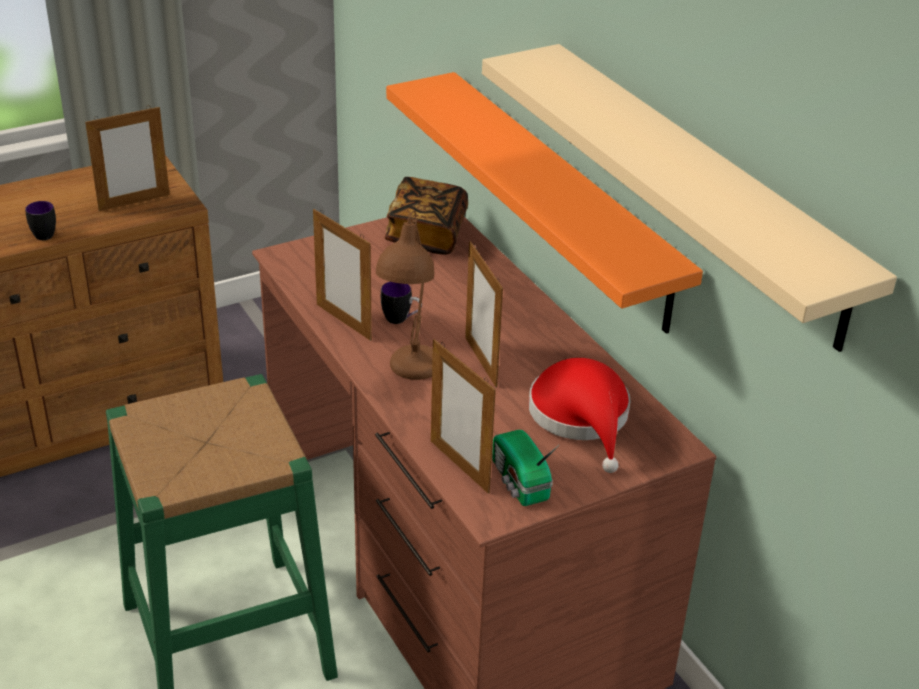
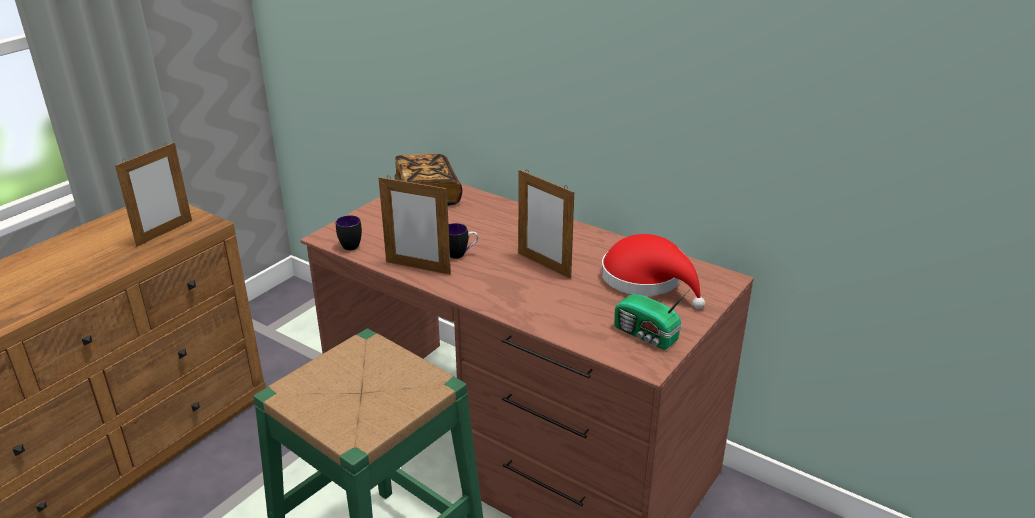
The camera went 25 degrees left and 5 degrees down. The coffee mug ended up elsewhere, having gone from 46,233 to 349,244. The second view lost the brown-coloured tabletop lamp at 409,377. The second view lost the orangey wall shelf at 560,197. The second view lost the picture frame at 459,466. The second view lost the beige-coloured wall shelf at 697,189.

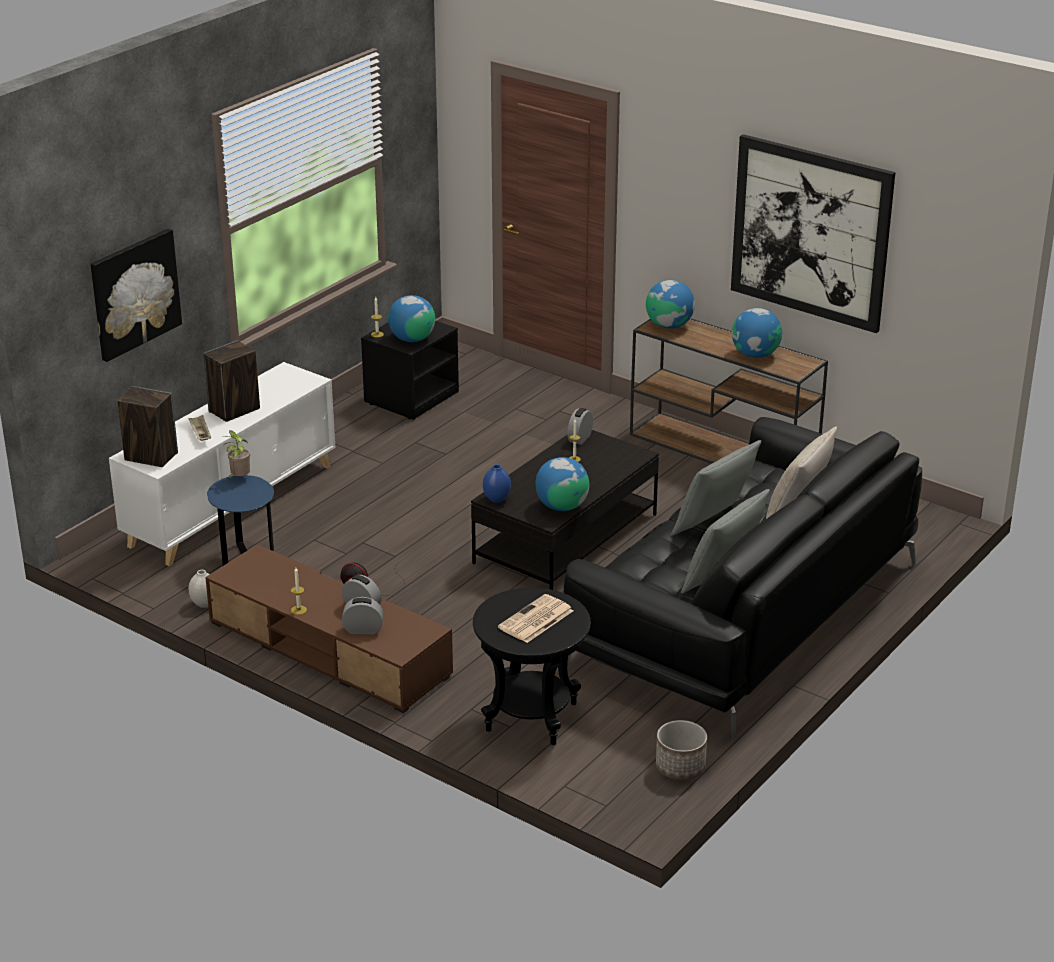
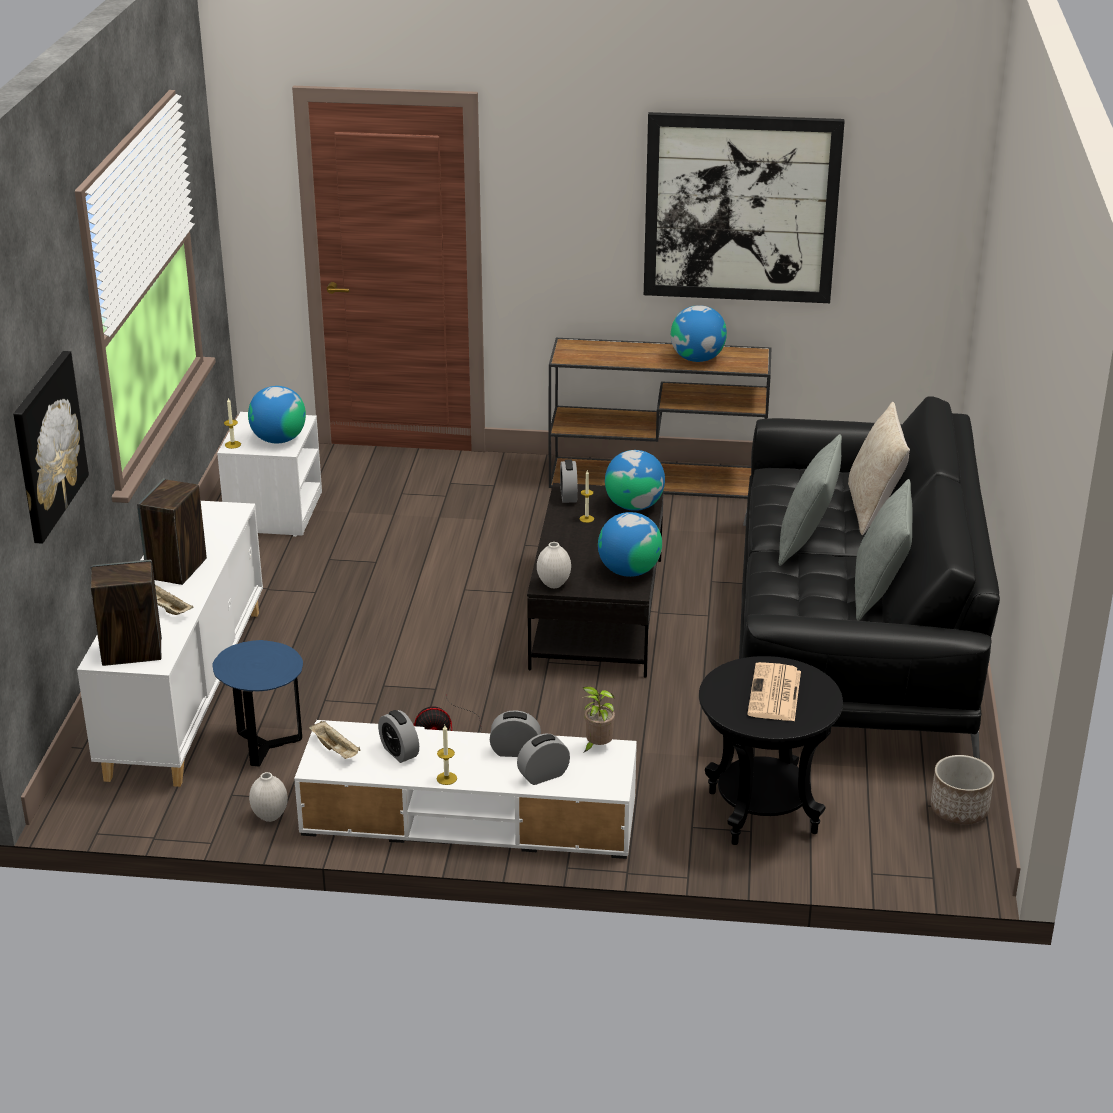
The camera went 30 degrees left and 0 degrees up. What was the brown-coloured tv stand at 329,649 turned into the white-coloured tv stand at 469,816. The potted plant ended up elsewhere, having gone from 239,478 to 597,747. What was the blackish nightstand at 411,397 turned into the white-coloured nightstand at 273,512. What was the bluish decorative vase at 496,499 turned into the white-coloured decorative vase at 553,584. The globe ended up elsewhere, having gone from 669,325 to 634,506. The second view gained the beige-coloured tray at 336,750. The second view gained the table clock at 399,752.

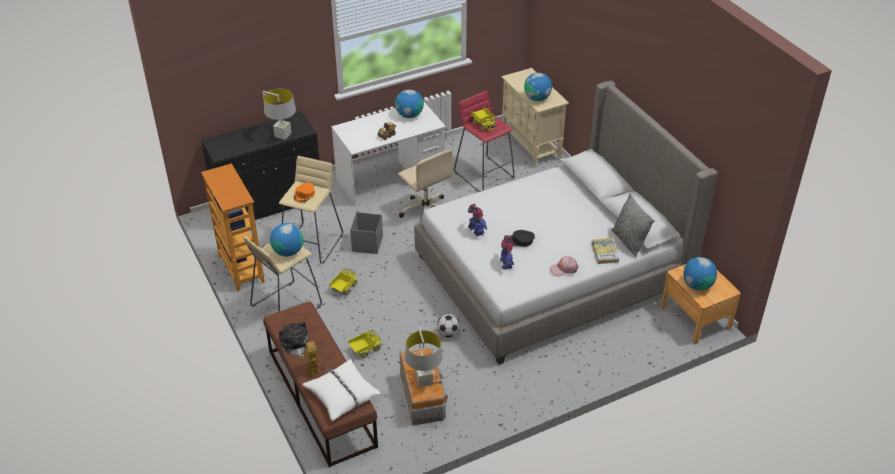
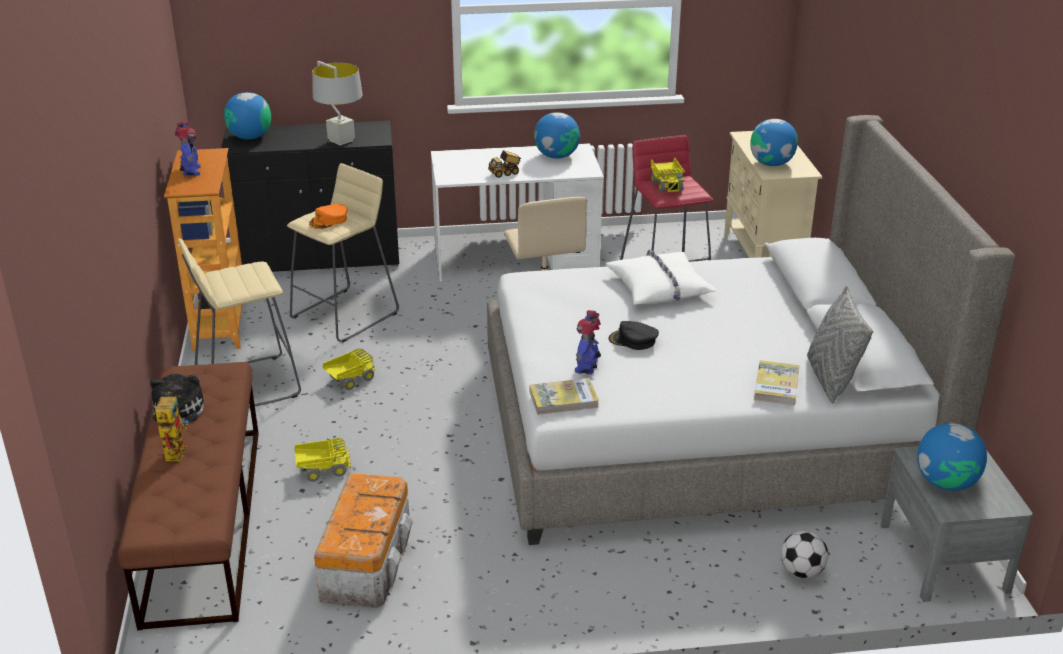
The camera went 20 degrees right and 10 degrees down. The globe ended up elsewhere, having gone from 288,251 to 250,137. The white-coloured cushion ended up elsewhere, having gone from 342,394 to 659,287. The second view lost the greyish storage container at 367,243. The second view lost the greyish tabletop lamp at 424,380. The football ball ended up elsewhere, having gone from 448,333 to 801,572. The robot figure ended up elsewhere, having gone from 476,231 to 191,171. The second view lost the pink baseball cap at 564,269. What was the brown-coloured nightstand at 695,317 turned into the greyish nightstand at 943,557. The second view gained the book at 563,399.

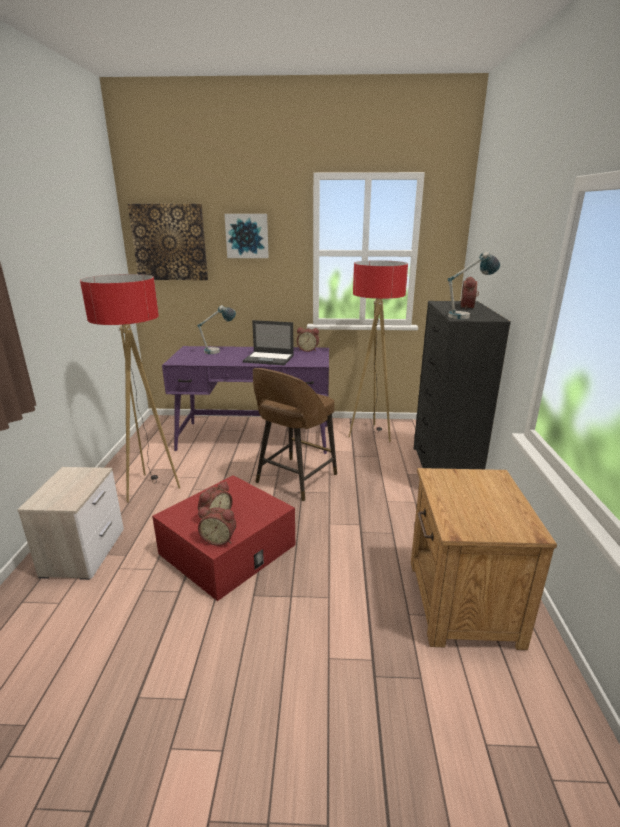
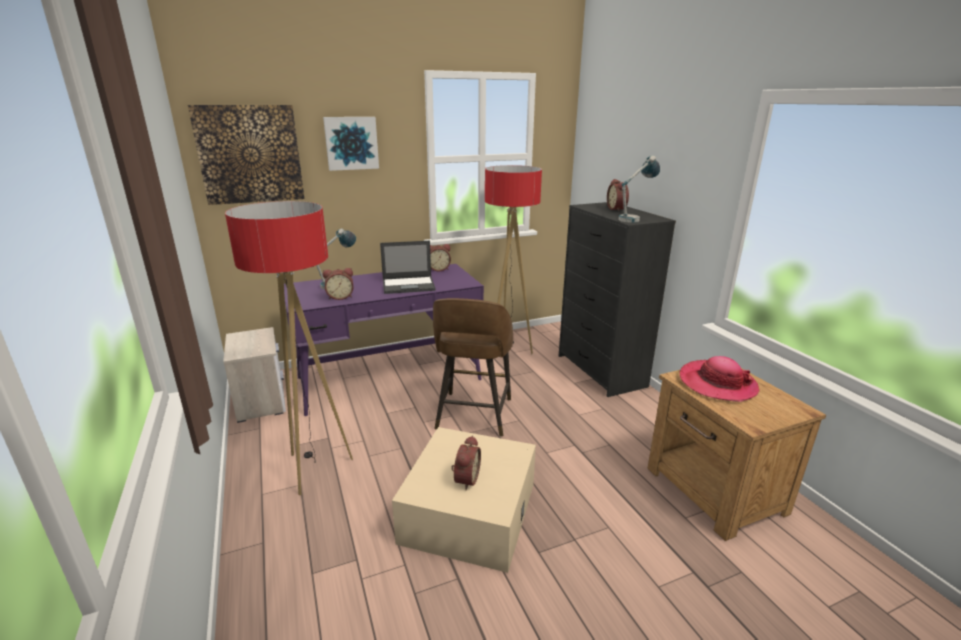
The camera went 25 degrees left and 0 degrees up. The nightstand ended up elsewhere, having gone from 85,552 to 261,401. What was the red storage container at 227,549 turned into the beige-coloured storage container at 469,512. The table clock ended up elsewhere, having gone from 219,539 to 340,297. The second view gained the hat at 717,383.

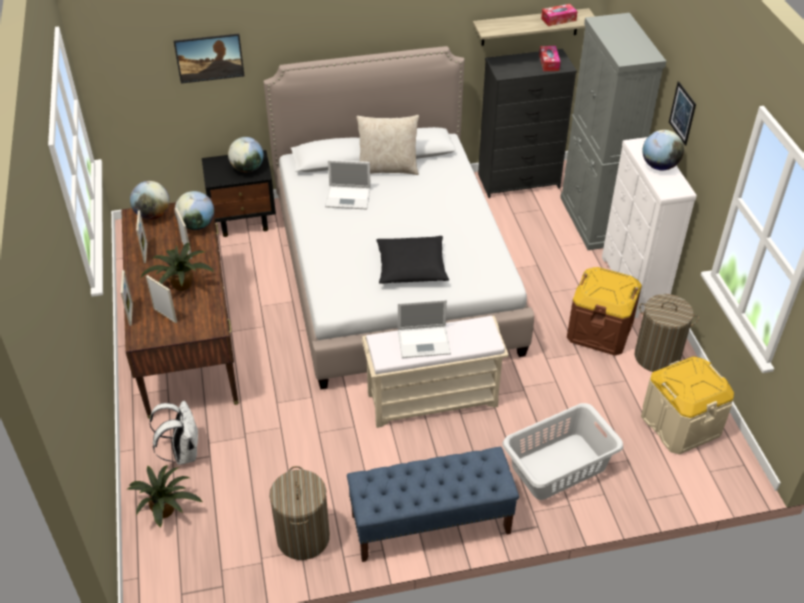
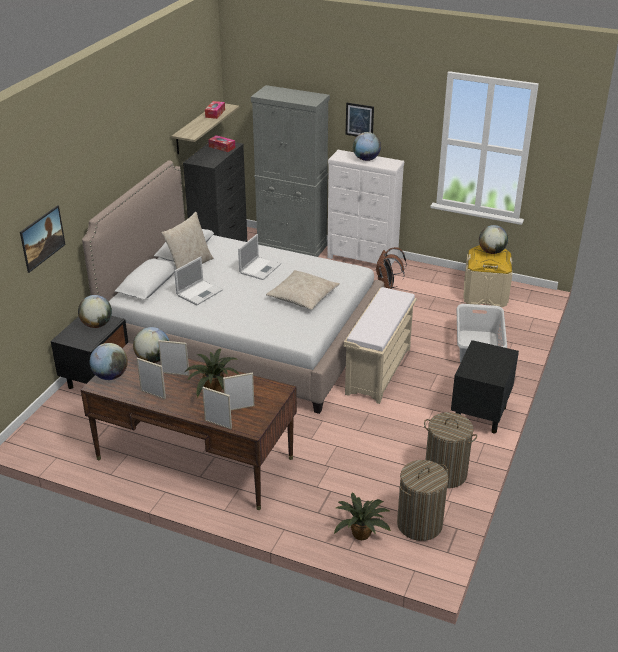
The camera went 55 degrees left and 10 degrees down. The second view lost the white-coloured knapsack at 183,453. Where the bluish indoor bench stood at 430,524, the blackish nightstand came to stand at 480,415. What was the blackish cushion at 411,267 turned into the beige-coloured cushion at 303,296. The portable computer ended up elsewhere, having gone from 425,342 to 260,268. Where the brown-coloured storage container stood at 599,331, the brown-coloured knapsack came to stand at 387,286. The hamper ended up elsewhere, having gone from 657,357 to 419,524. The second view gained the globe at 491,252.

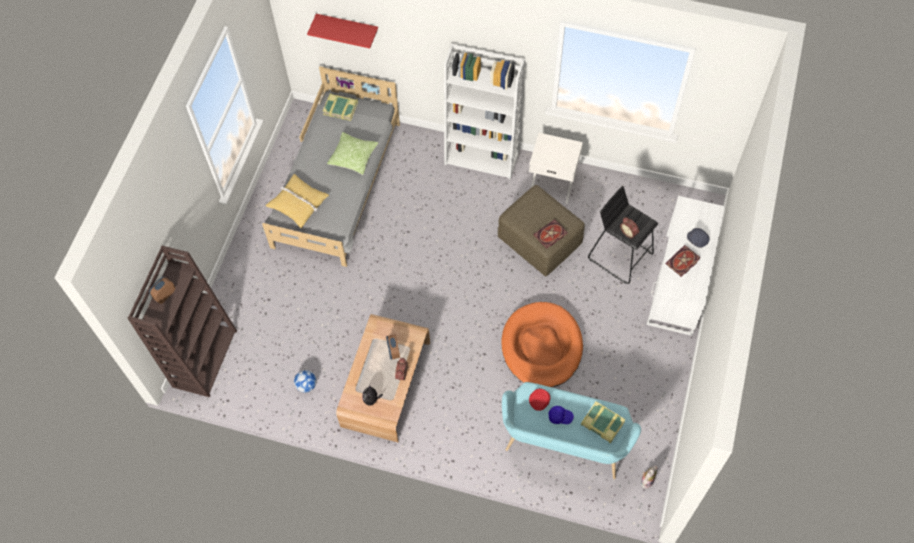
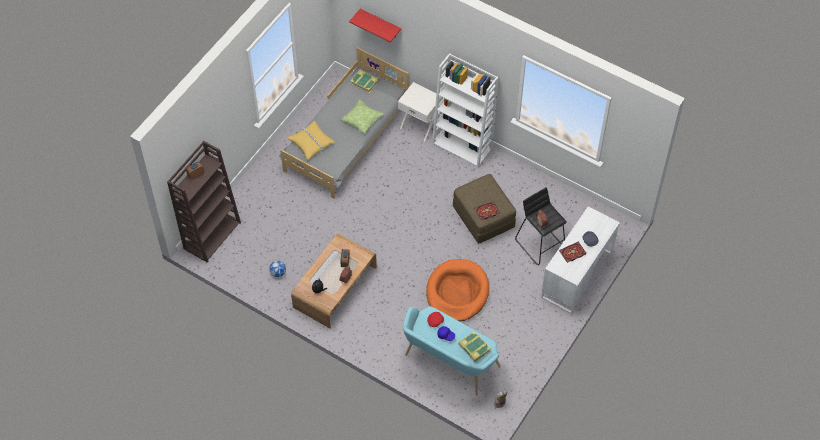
The camera went 15 degrees right and 5 degrees down. The white-coloured nightstand ended up elsewhere, having gone from 552,184 to 420,125.

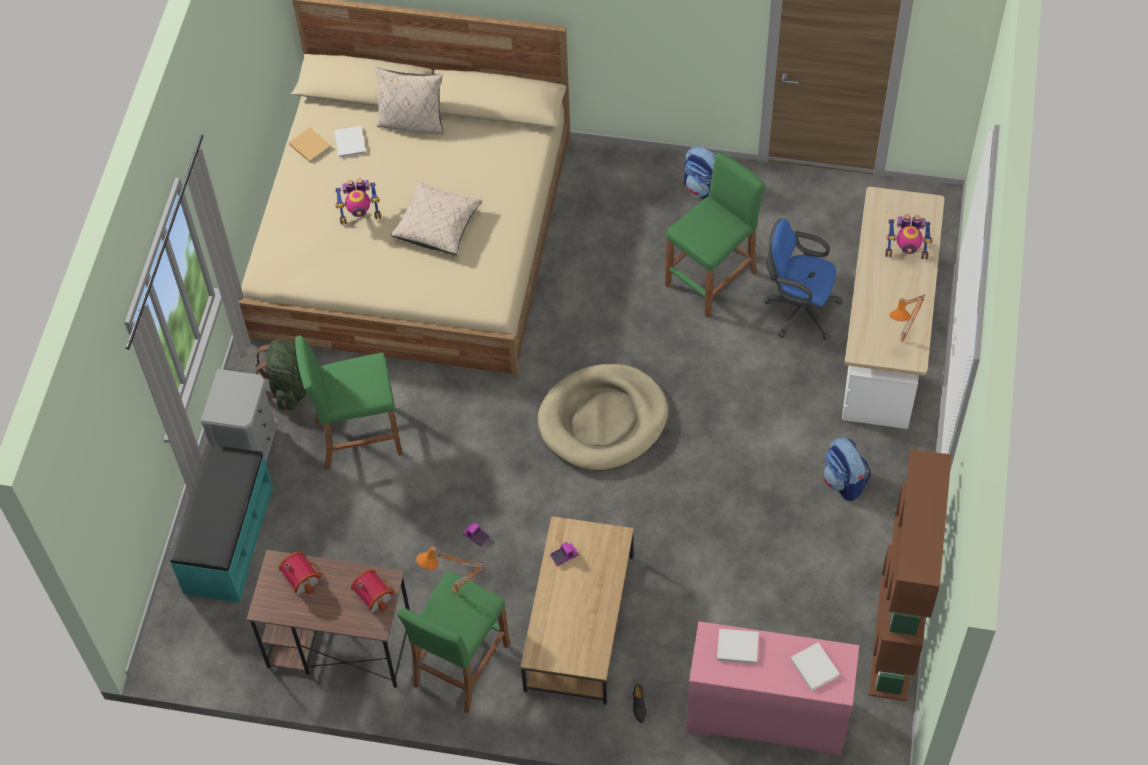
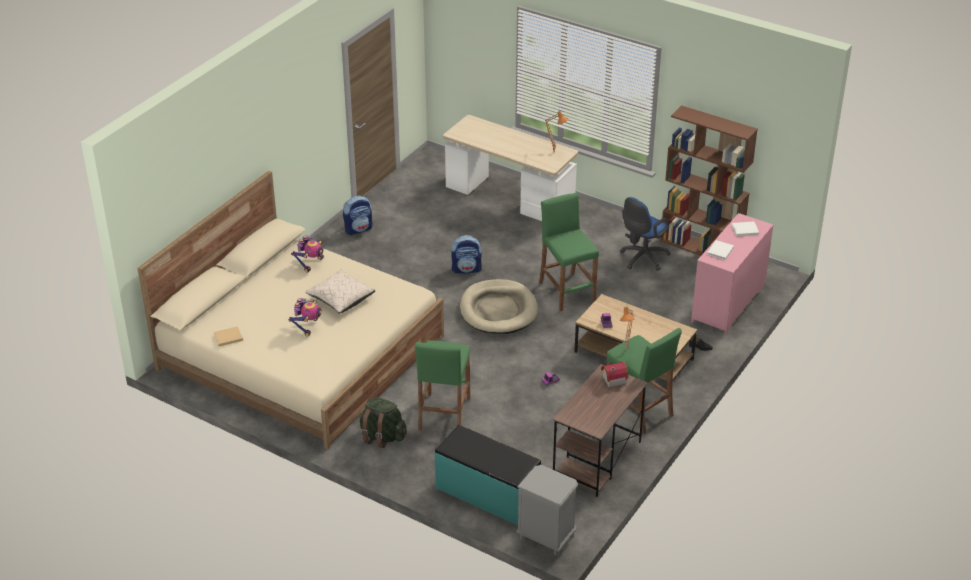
The camera went 70 degrees left and 20 degrees down. The greyish nightstand ended up elsewhere, having gone from 249,448 to 546,537. The second view lost the toy house at 303,577. The second view lost the white-coloured book at 350,144. The second view lost the beige-coloured cushion at 411,123. The greenish stool seat ended up elsewhere, having gone from 712,279 to 566,291. The bluish office chair ended up elsewhere, having gone from 798,310 to 642,258. The knapsack ended up elsewhere, having gone from 844,482 to 466,269. The robot figure ended up elsewhere, having gone from 906,251 to 310,263.

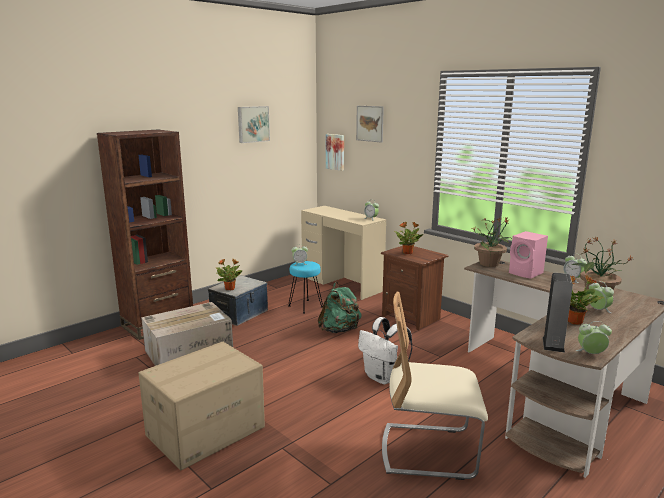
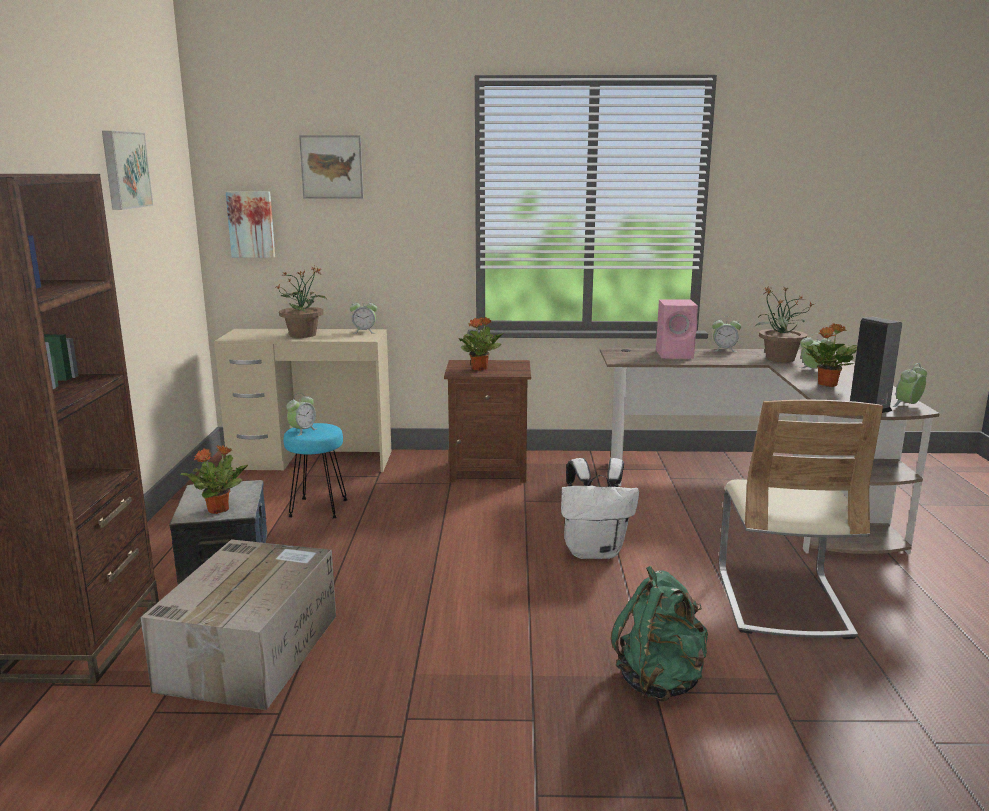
The camera went 45 degrees left and 0 degrees up. The second view lost the packing box at 205,431. The greenish knapsack ended up elsewhere, having gone from 339,330 to 660,681. The beige-coloured plain chair at 428,451 ended up facing another way, 45 degrees counterclockwise from before. The potted plant ended up elsewhere, having gone from 489,264 to 303,335.

